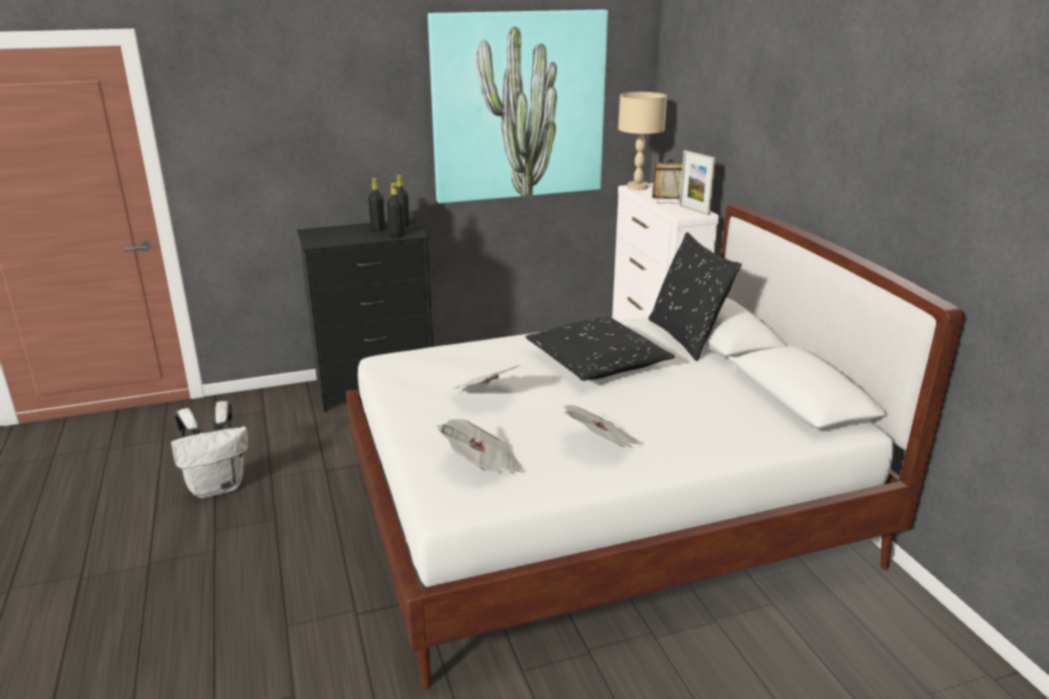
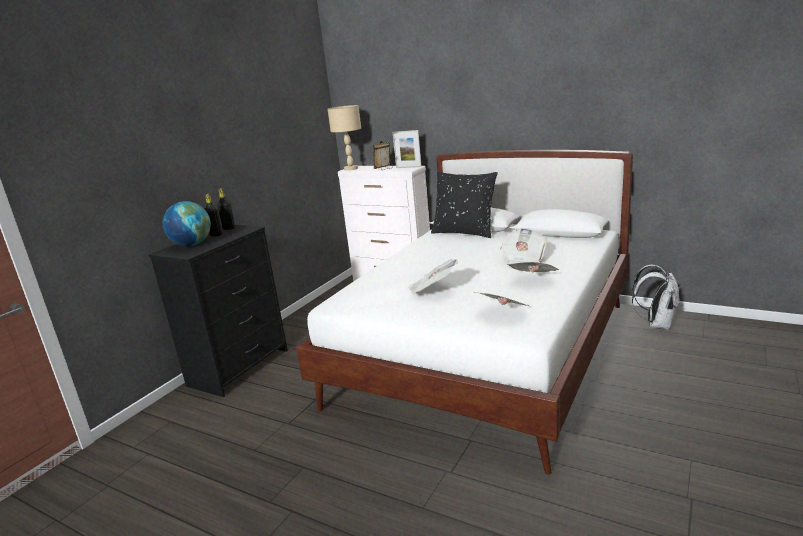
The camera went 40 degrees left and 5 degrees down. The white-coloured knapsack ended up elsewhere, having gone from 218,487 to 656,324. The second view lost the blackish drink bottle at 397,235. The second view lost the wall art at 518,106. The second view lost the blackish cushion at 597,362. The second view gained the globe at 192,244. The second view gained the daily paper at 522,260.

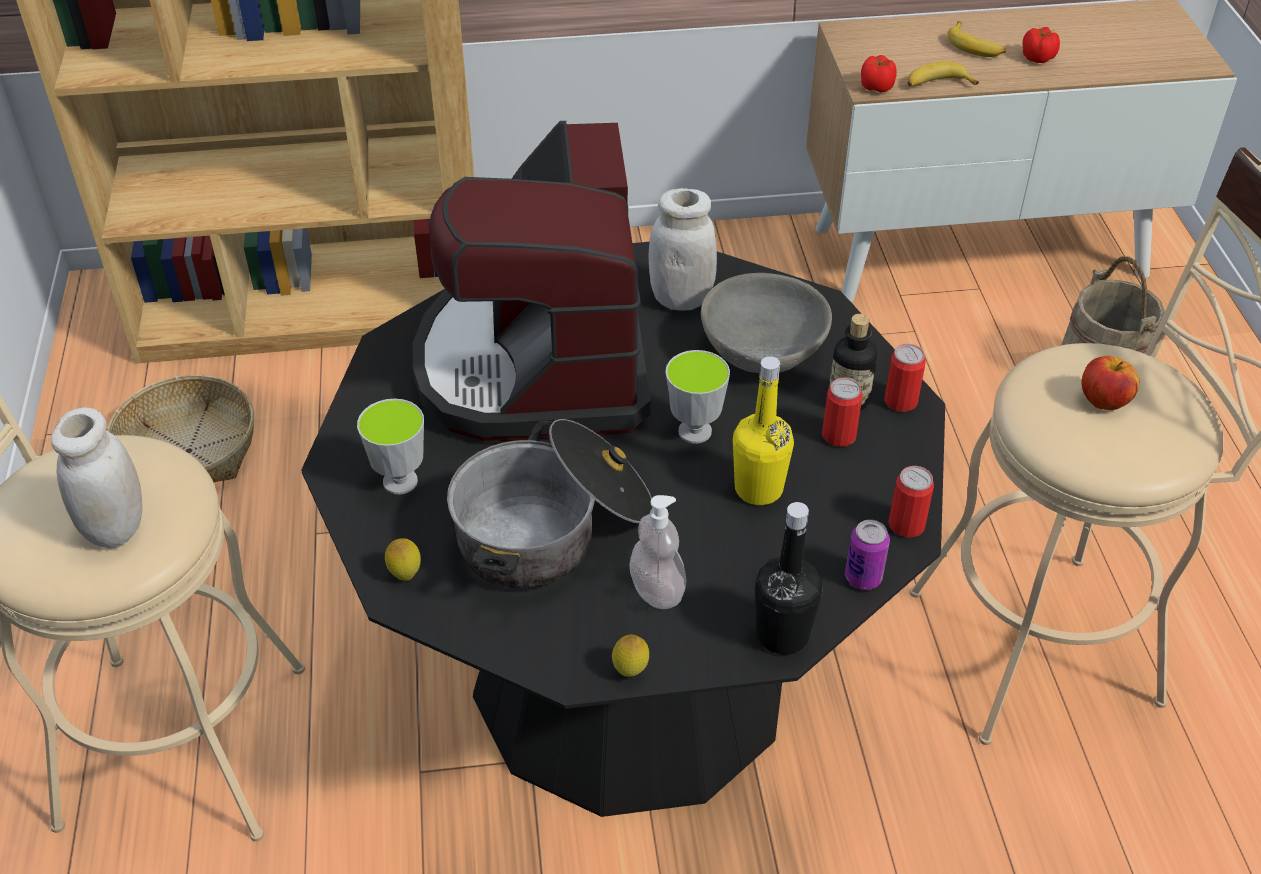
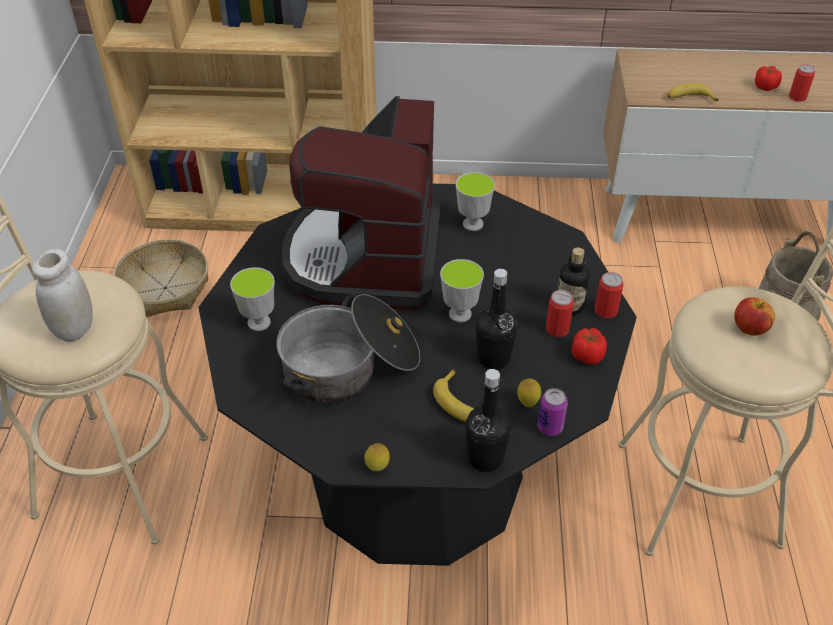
The camera went 10 degrees right and 0 degrees up. The lemon ended up elsewhere, having gone from 405,574 to 527,403. The second view lost the liquid soap bottle at 657,590. Where the white-coloured preserve jar stood at 681,298, the cup came to stand at 473,224. The second view lost the greyish serving bowl at 762,353. What was the yellowish drink bottle at 758,489 turned into the blackish drink bottle at 493,358. The whole tomato ended up elsewhere, having gone from 877,86 to 587,355. The metal can ended up elsewhere, having gone from 906,525 to 797,97. The whole banana ended up elsewhere, having gone from 975,46 to 460,403.

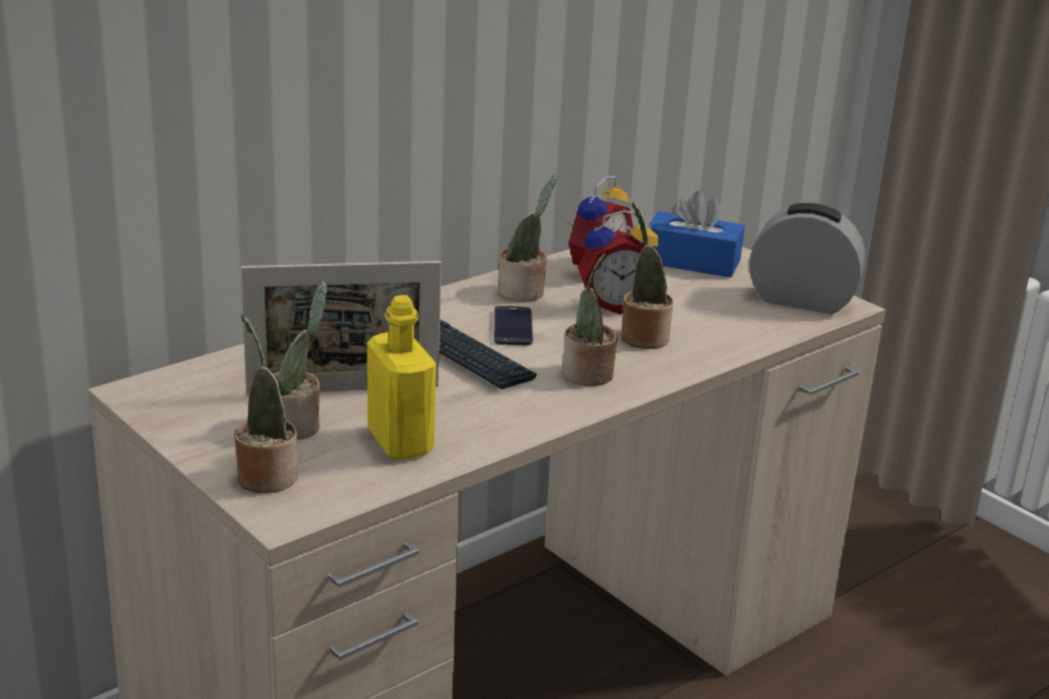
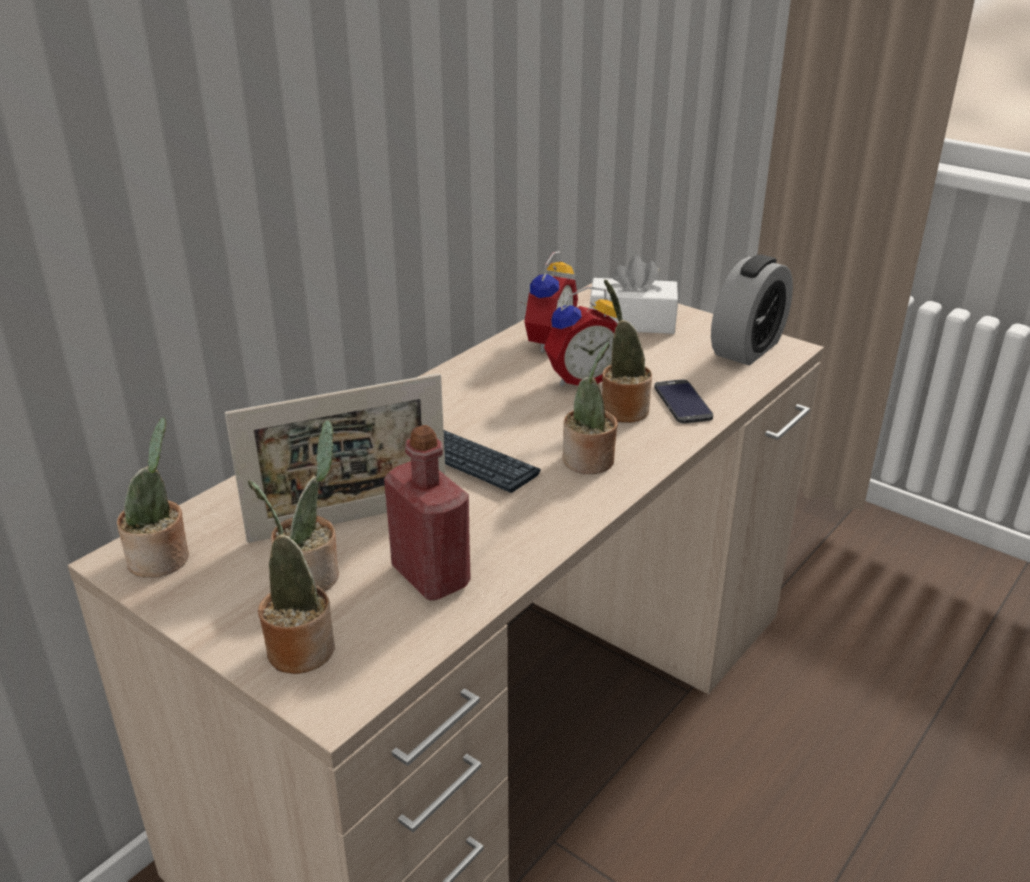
The camera went 10 degrees left and 5 degrees up. What was the yellowish drink bottle at 400,442 turned into the red drink bottle at 430,576. The phone ended up elsewhere, having gone from 513,326 to 683,402. The potted plant ended up elsewhere, having gone from 524,293 to 162,560. What was the bluish tissue holder at 692,261 turned into the white-coloured tissue holder at 632,322. The table clock at 801,300 ended up facing another way, 120 degrees clockwise from before.

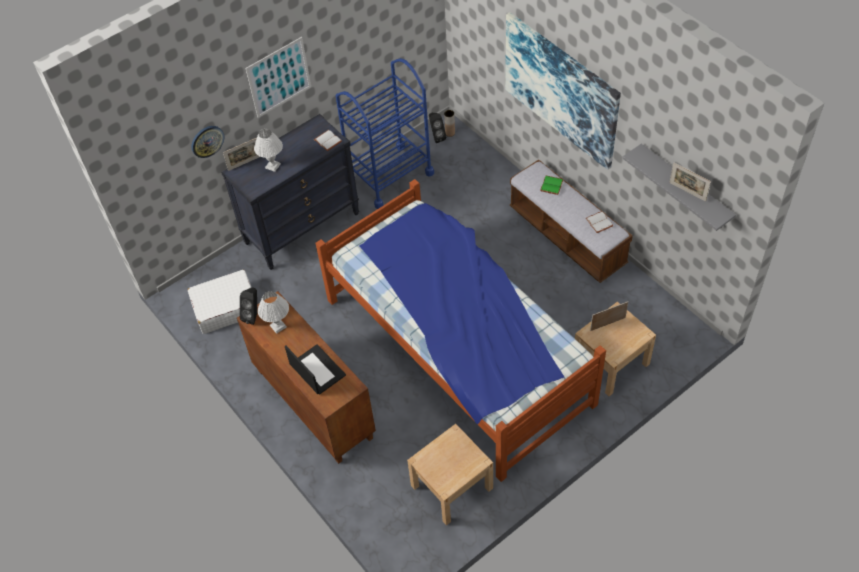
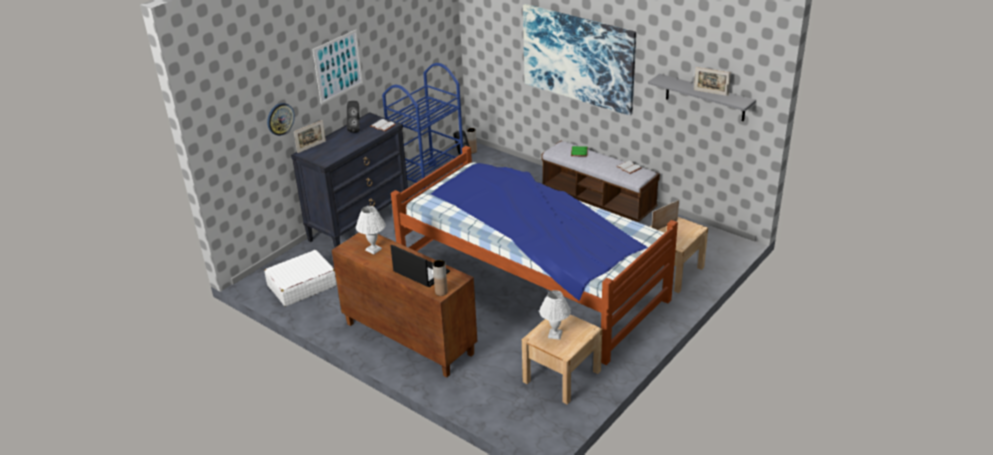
The camera went 15 degrees left and 20 degrees down. The blackish audio speaker ended up elsewhere, having gone from 253,315 to 356,129. The white-coloured tabletop lamp ended up elsewhere, having gone from 272,166 to 554,335. The second view gained the brown-coloured decorative vase at 441,292.

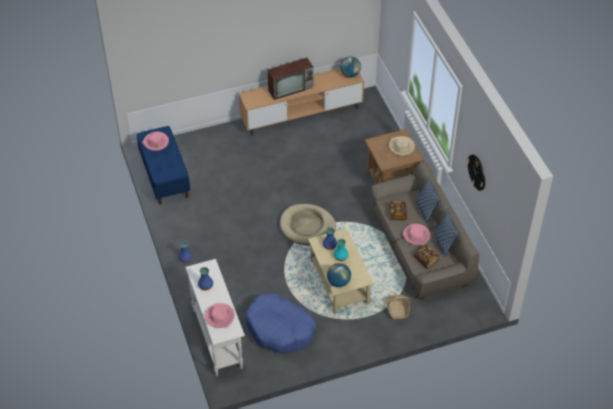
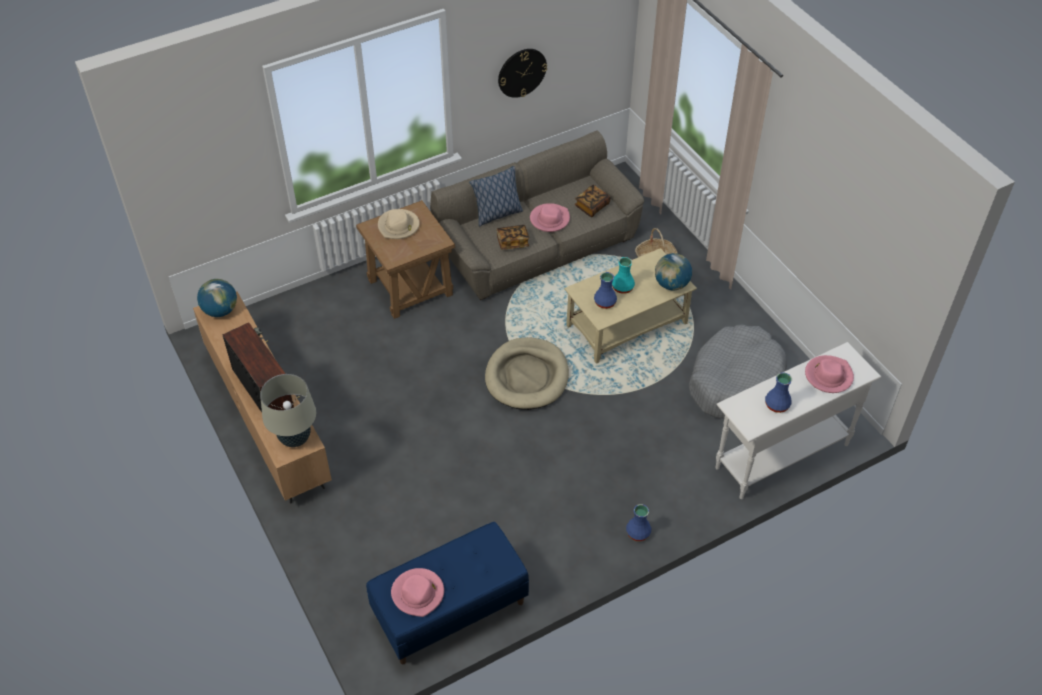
The camera went 100 degrees left and 0 degrees up. What was the bluish dog bed at 280,329 turned into the greyish dog bed at 735,381. The second view lost the cushion at 444,243. The second view gained the beige-coloured tabletop lamp at 295,438.

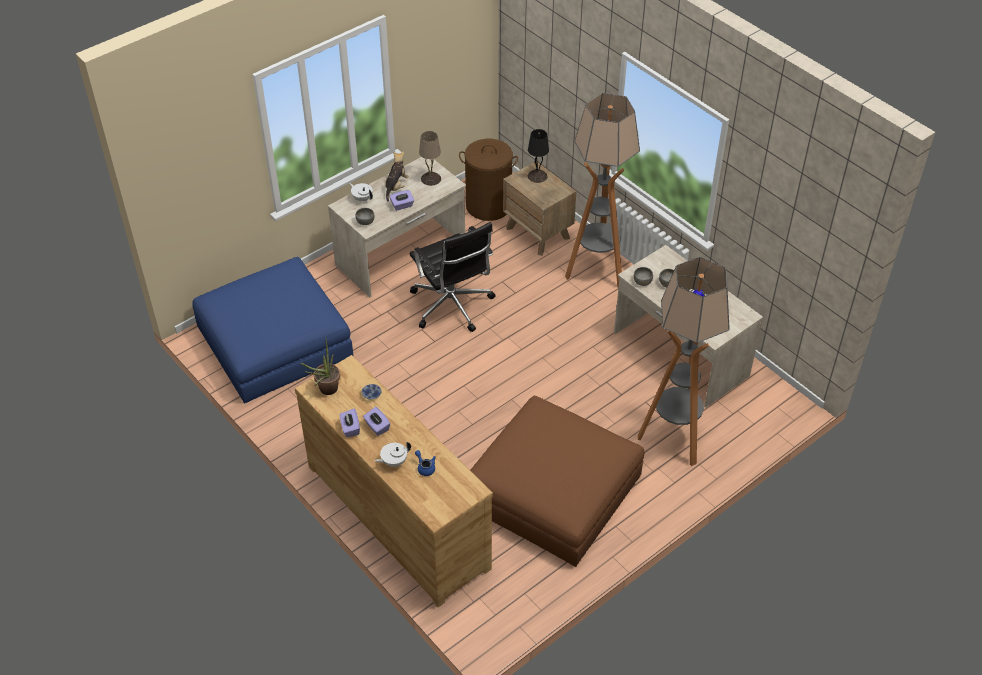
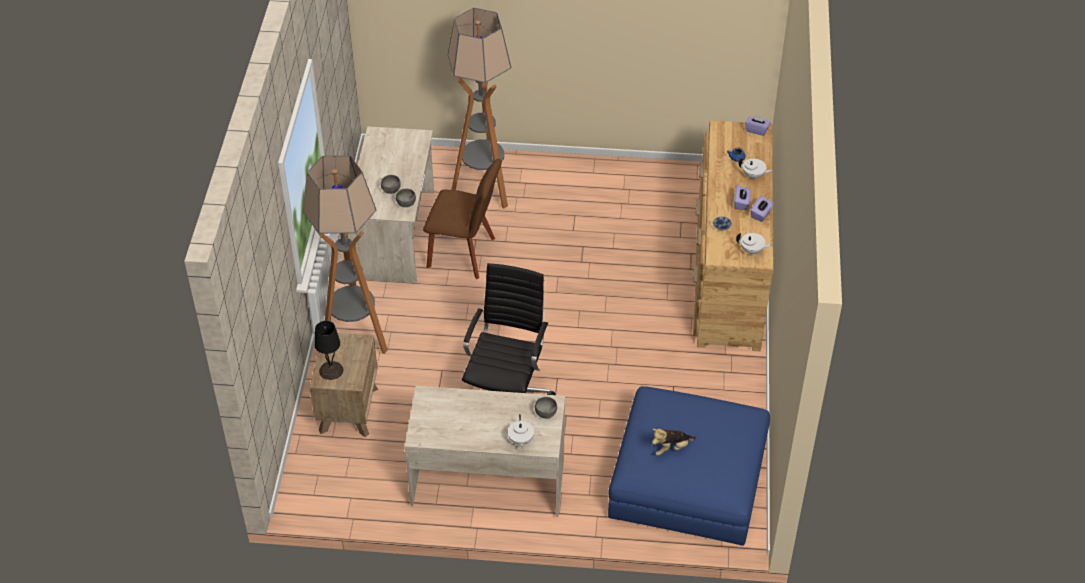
The camera went 135 degrees left and 0 degrees up. Where the potted plant stood at 325,391, the white-coloured pot for tea came to stand at 752,251. The soft toy ended up elsewhere, having gone from 396,187 to 671,448. The purple-coloured tissue holder ended up elsewhere, having gone from 402,205 to 757,130. The second view lost the beige-coloured tabletop lamp at 430,179. The second view lost the brown-coloured hamper at 488,206. The second view lost the brown-coloured pouffe at 552,491. The second view gained the brown-coloured plain chair at 465,253.

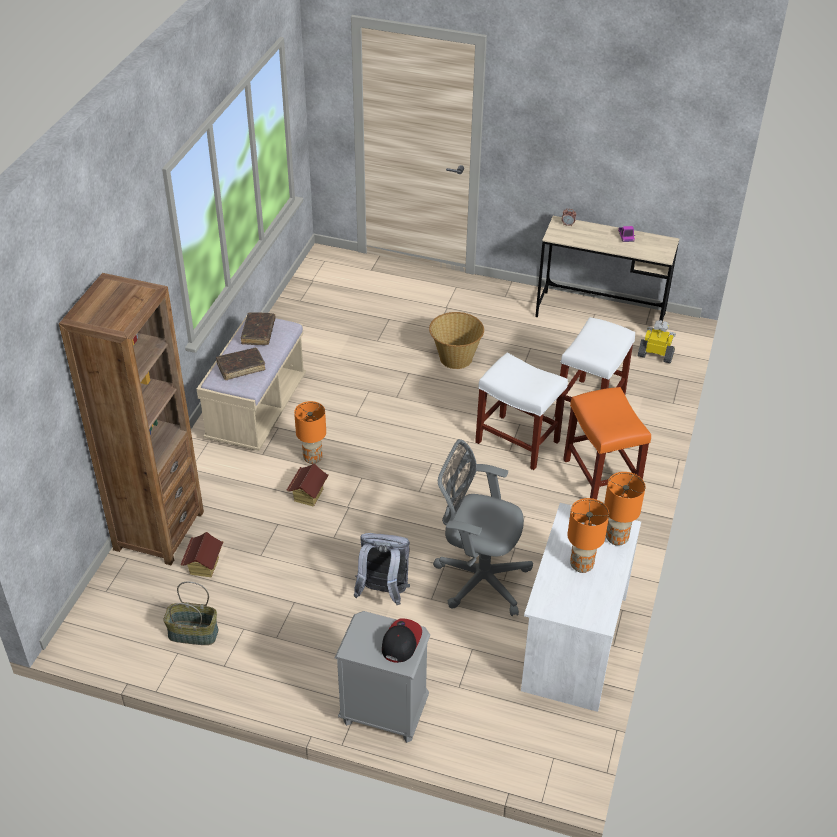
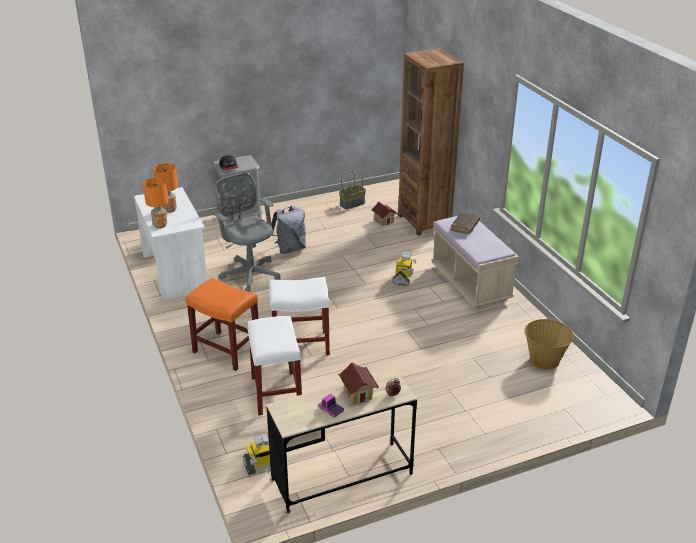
The camera went 140 degrees right and 10 degrees down. The second view lost the brown-coloured book at 258,333. The toy house ended up elsewhere, having gone from 308,495 to 358,394. Where the orangey tabletop lamp stood at 312,458, the robot figure came to stand at 403,278. The storage basket ended up elsewhere, having gone from 455,358 to 544,360. The greyish office chair at 478,578 ended up facing another way, 105 degrees counterclockwise from before.

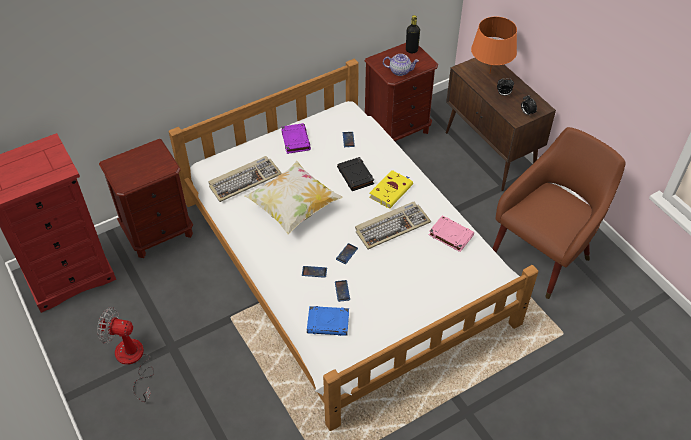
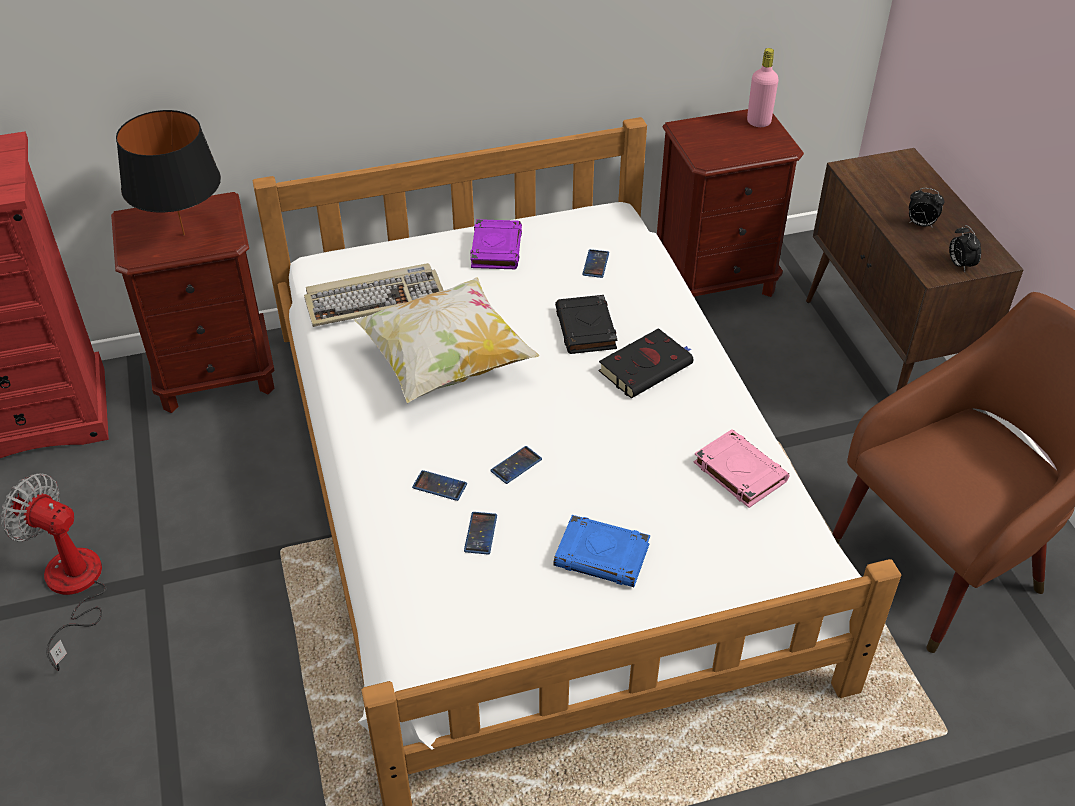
The camera went 15 degrees right and 5 degrees down. The bluish book ended up elsewhere, having gone from 328,323 to 603,556. The second view lost the computer keyboard at 392,226. What was the yellowish book at 391,190 turned into the blackish book at 647,367. The second view lost the pot for tea at 400,71. What was the blackish drink bottle at 411,50 turned into the pink drink bottle at 758,122. The second view lost the orangey tabletop lamp at 490,74. The second view gained the blackish tabletop lamp at 184,234.

